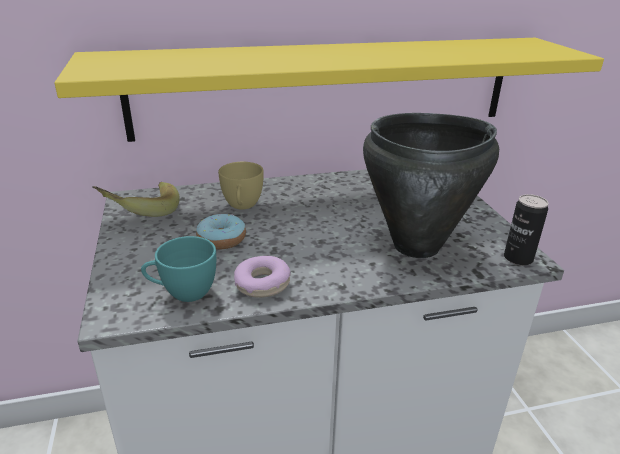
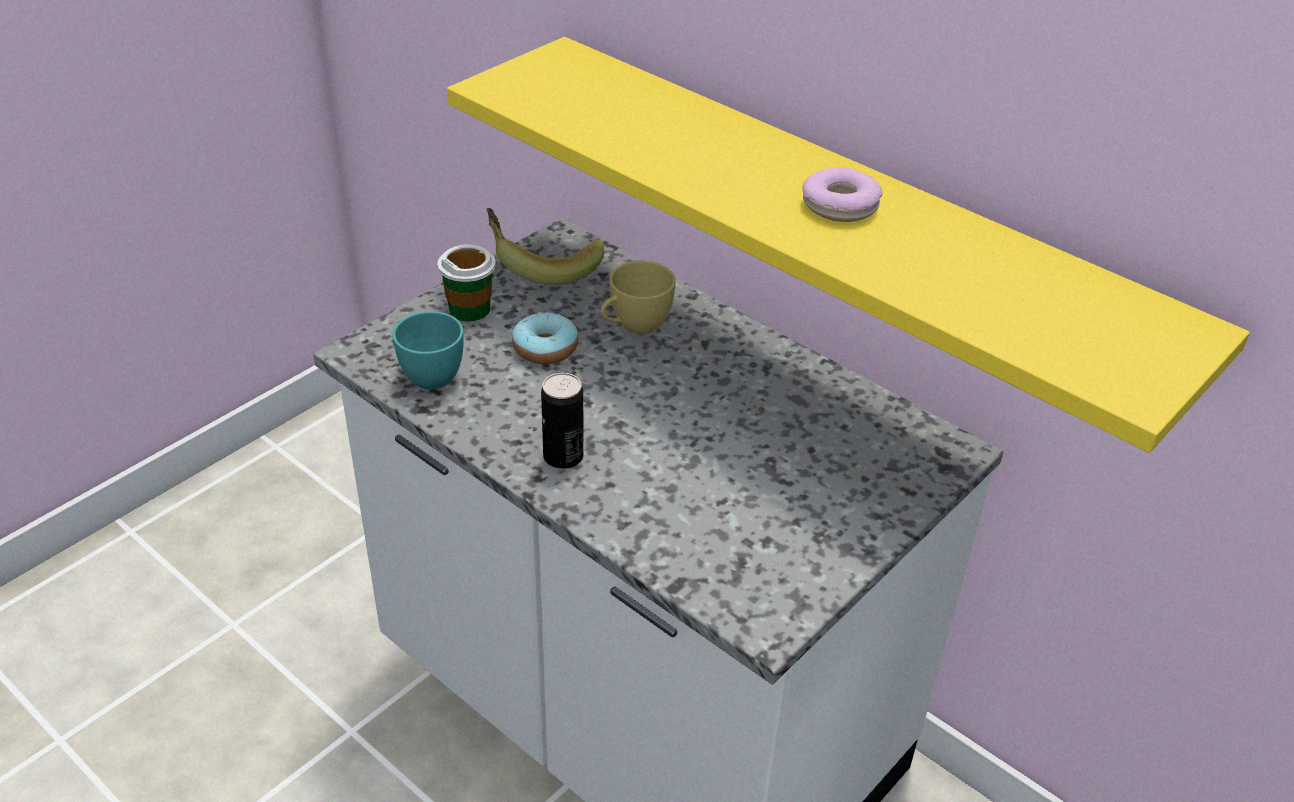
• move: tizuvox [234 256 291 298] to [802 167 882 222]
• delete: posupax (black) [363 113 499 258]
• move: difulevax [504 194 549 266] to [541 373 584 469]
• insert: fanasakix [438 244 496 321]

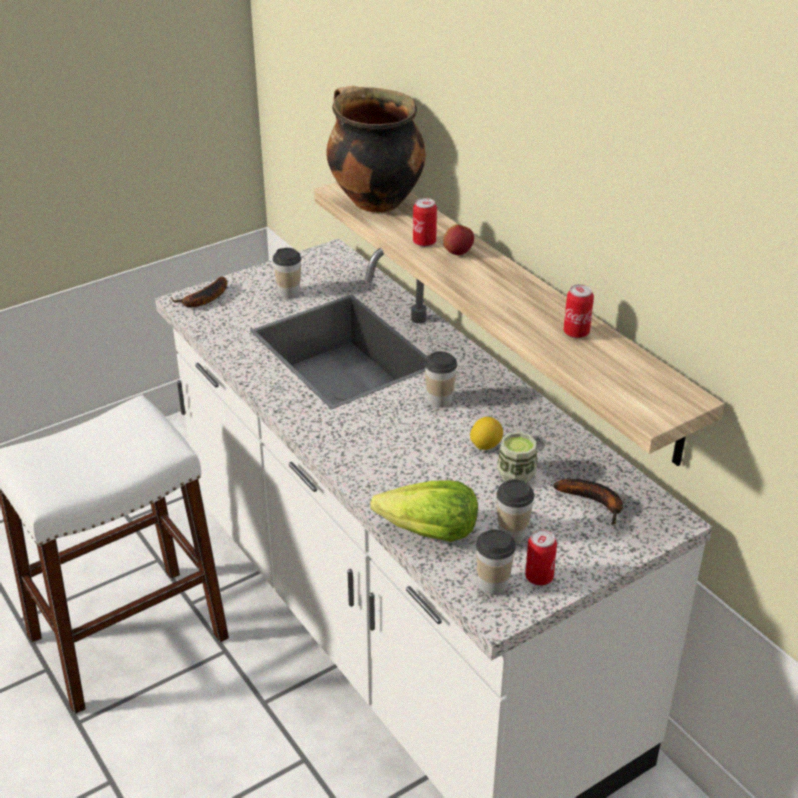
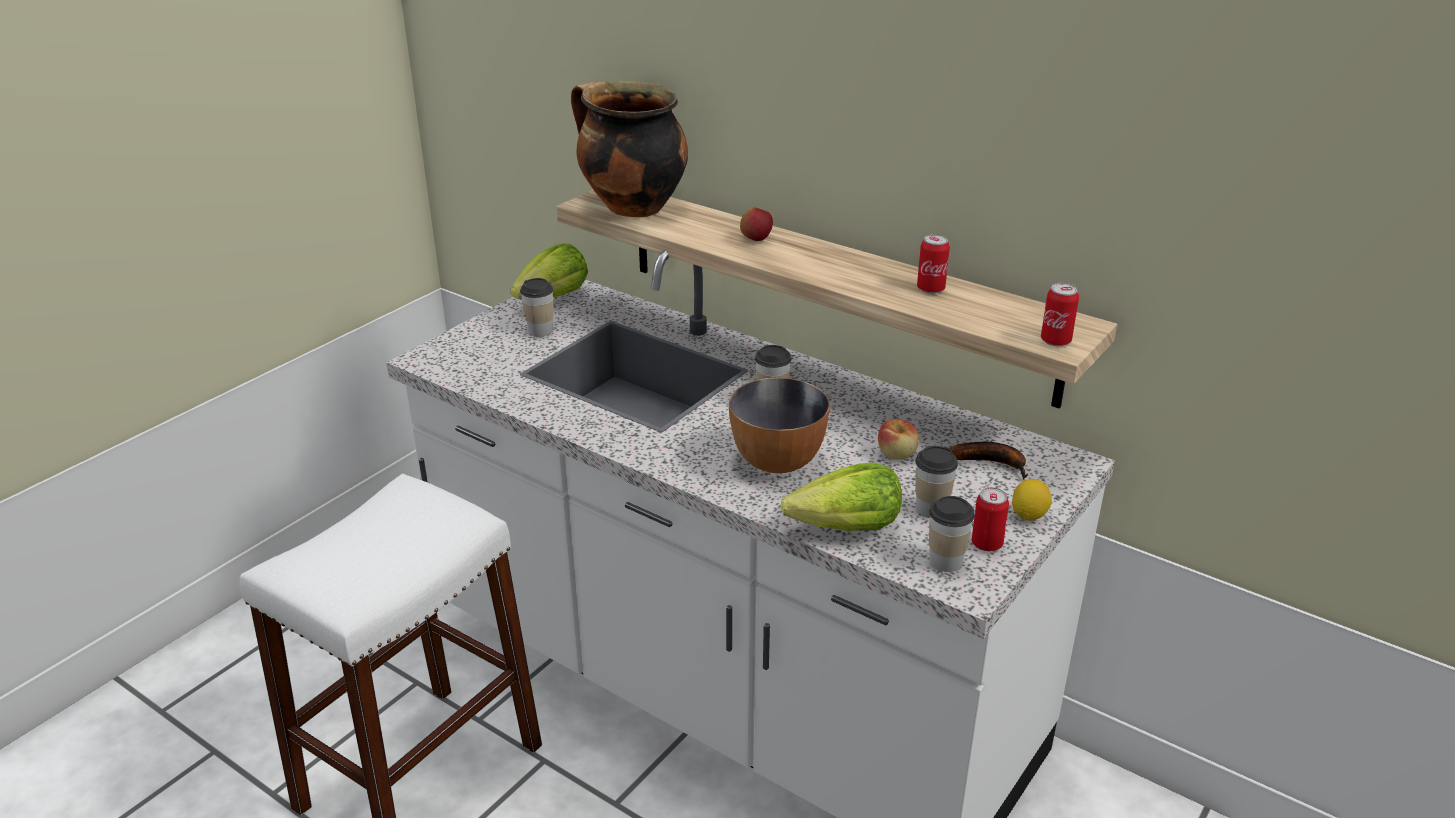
• delete: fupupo [170 277 227 307]
• move: difulevax [413 198 437 247] to [1041 283 1079 346]
• move: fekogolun [470 417 503 450] to [1012 479 1052 521]
• replace: fanasakix [497 432 537 483] to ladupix [878 419 919 460]
• insert: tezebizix [511 244 588 299]
• insert: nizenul [729 377 830 473]

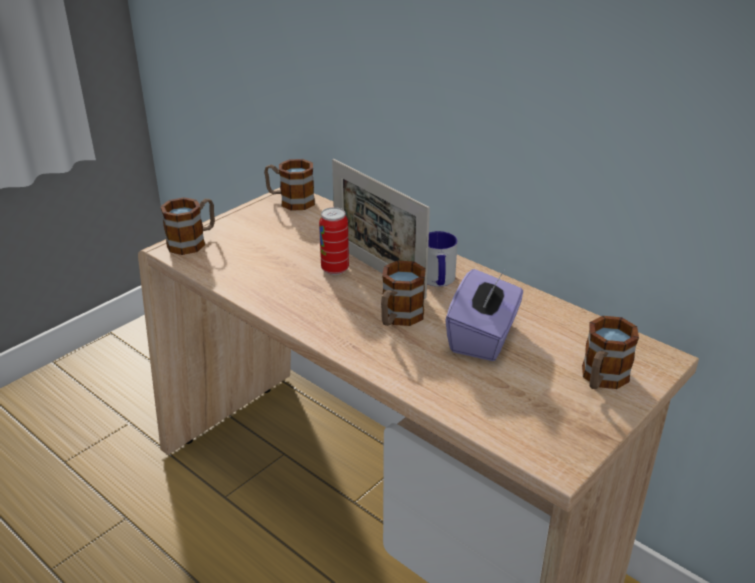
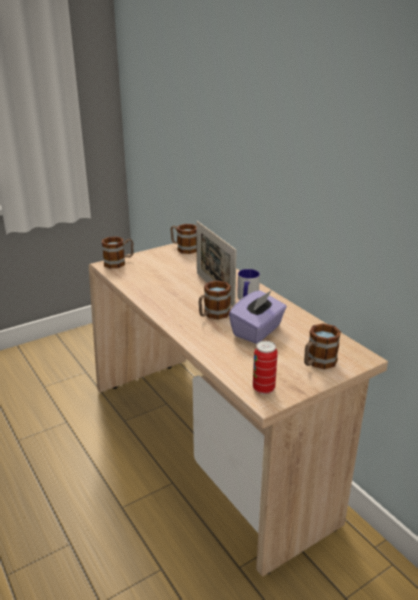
• move: difulevax [319 207 349 275] to [253 341 278 394]

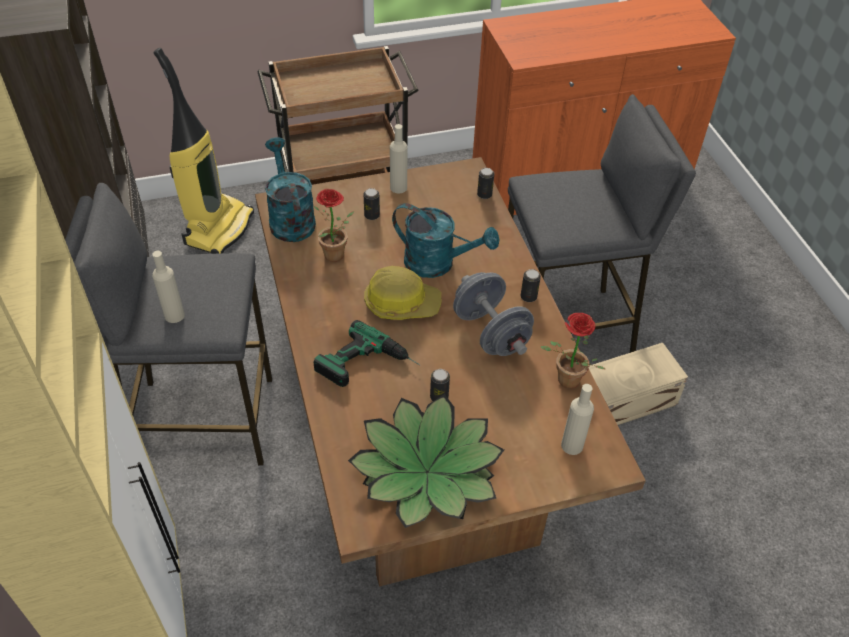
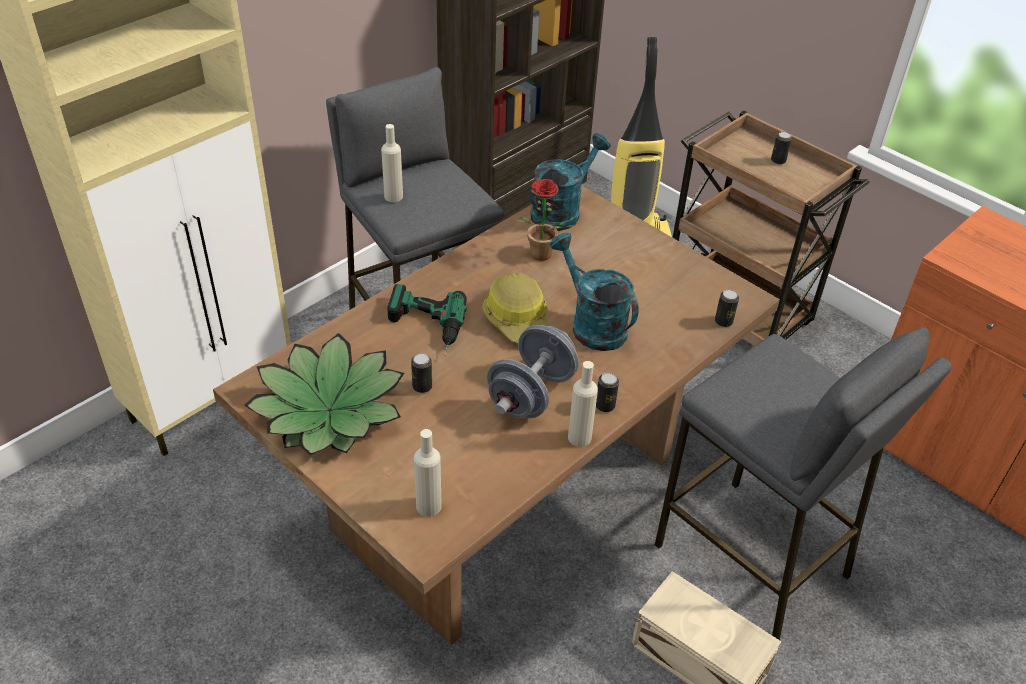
• move: difulevax [364 188 380 220] to [771 132 792 164]
• move: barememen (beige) [390 124 408 193] to [568 361 598 447]
• rotate: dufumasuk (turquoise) [392 203 499 278] = [550 233 639 351] 150 degrees clockwise
• delete: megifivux [540 313 606 389]

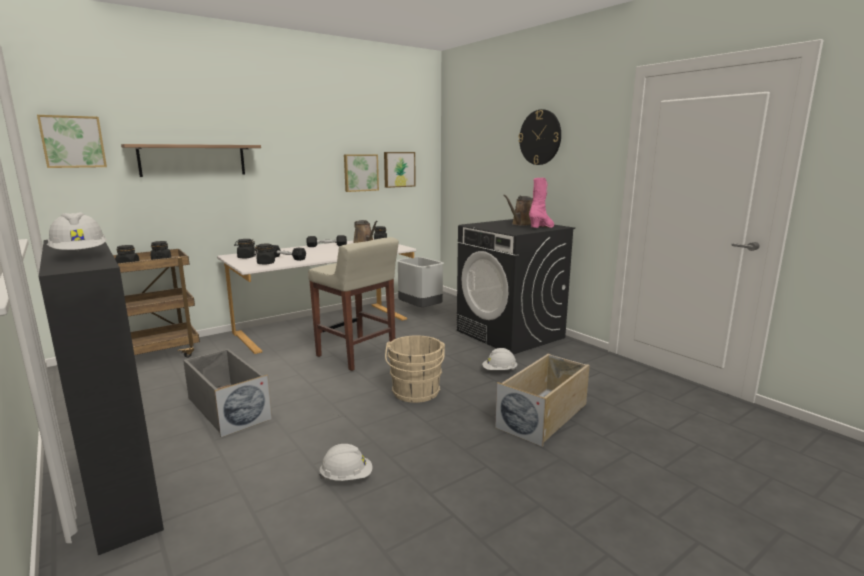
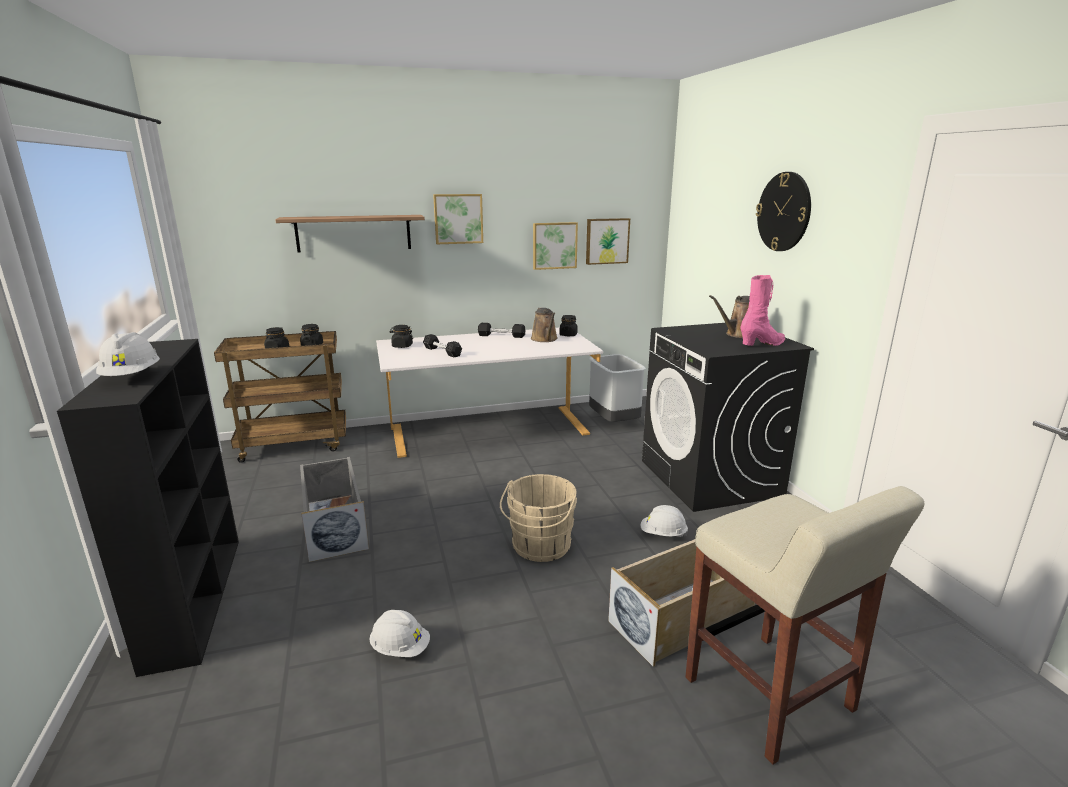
• move: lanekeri [37 115 107 168] to [433 194 483 244]
• delete: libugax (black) [254 244 276 265]
• move: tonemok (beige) [308 237 399 371] to [686 486 924 765]

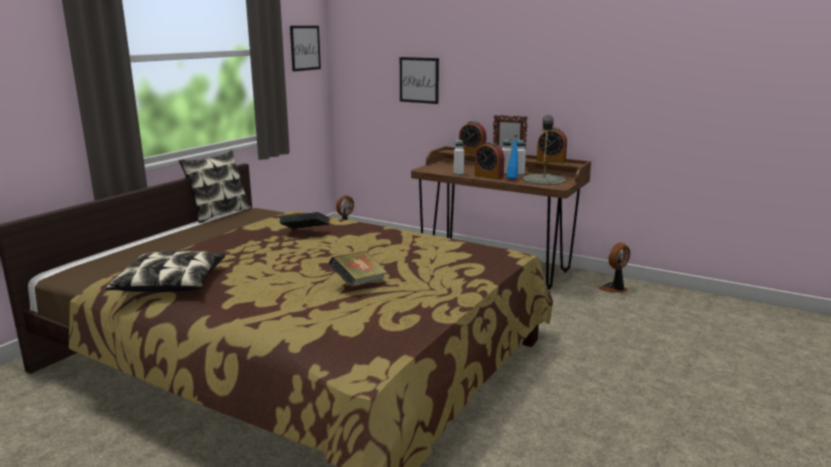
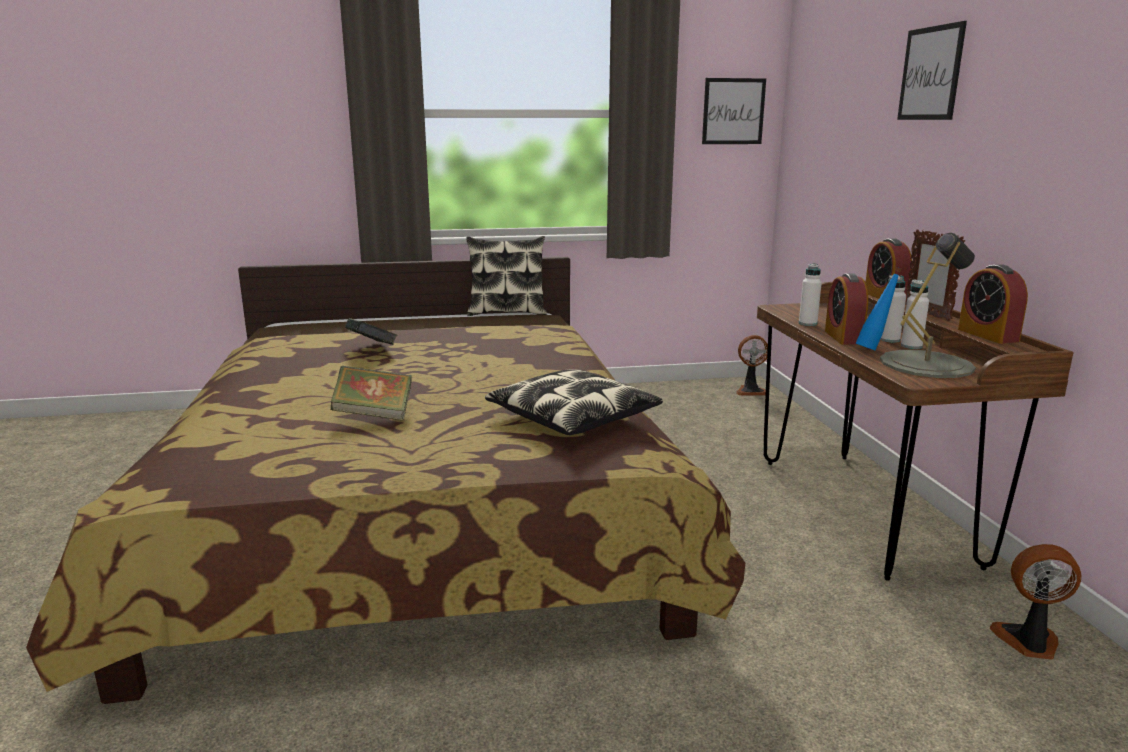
• move: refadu [106 251 225 292] to [485 369 663 435]
• move: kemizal [280 212 329 229] to [345 318 398 345]
• move: lanekeri [400 57 439 104] to [897 21 967 120]

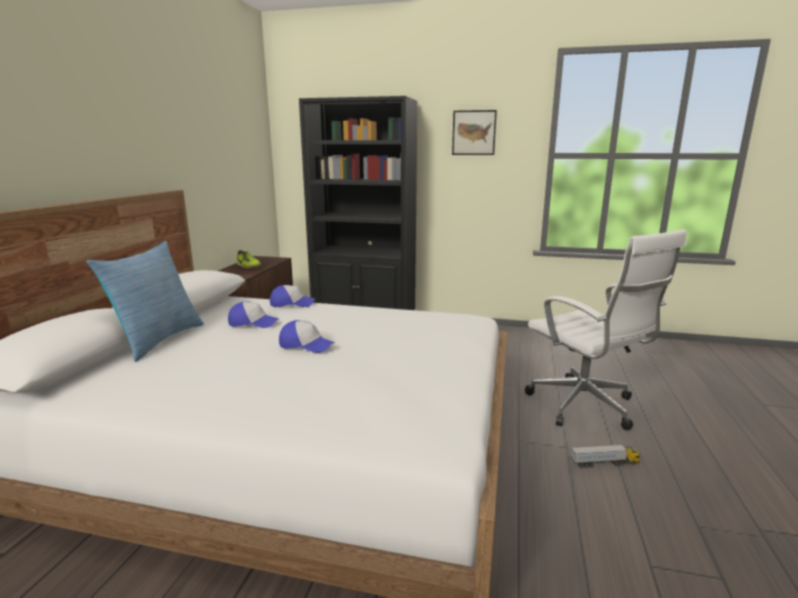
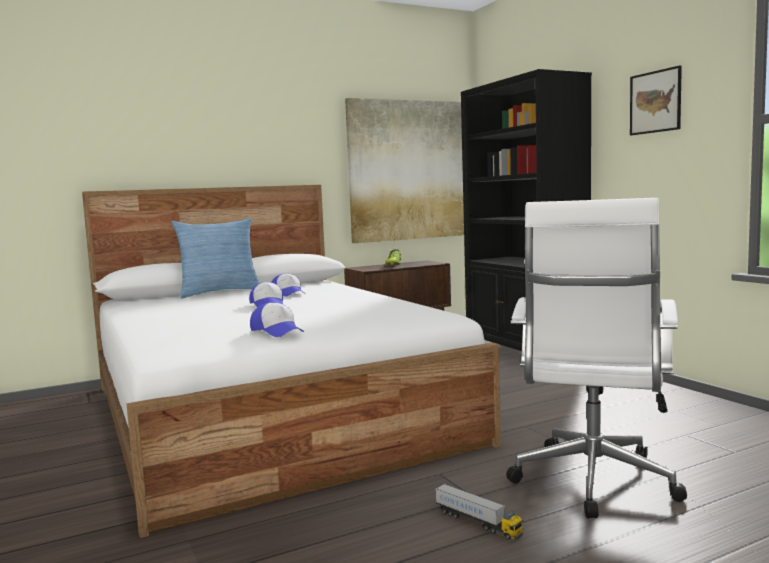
• move: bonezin [270 285 315 307] to [250 303 304 337]
• insert: lanekeri [345 98 464 243]

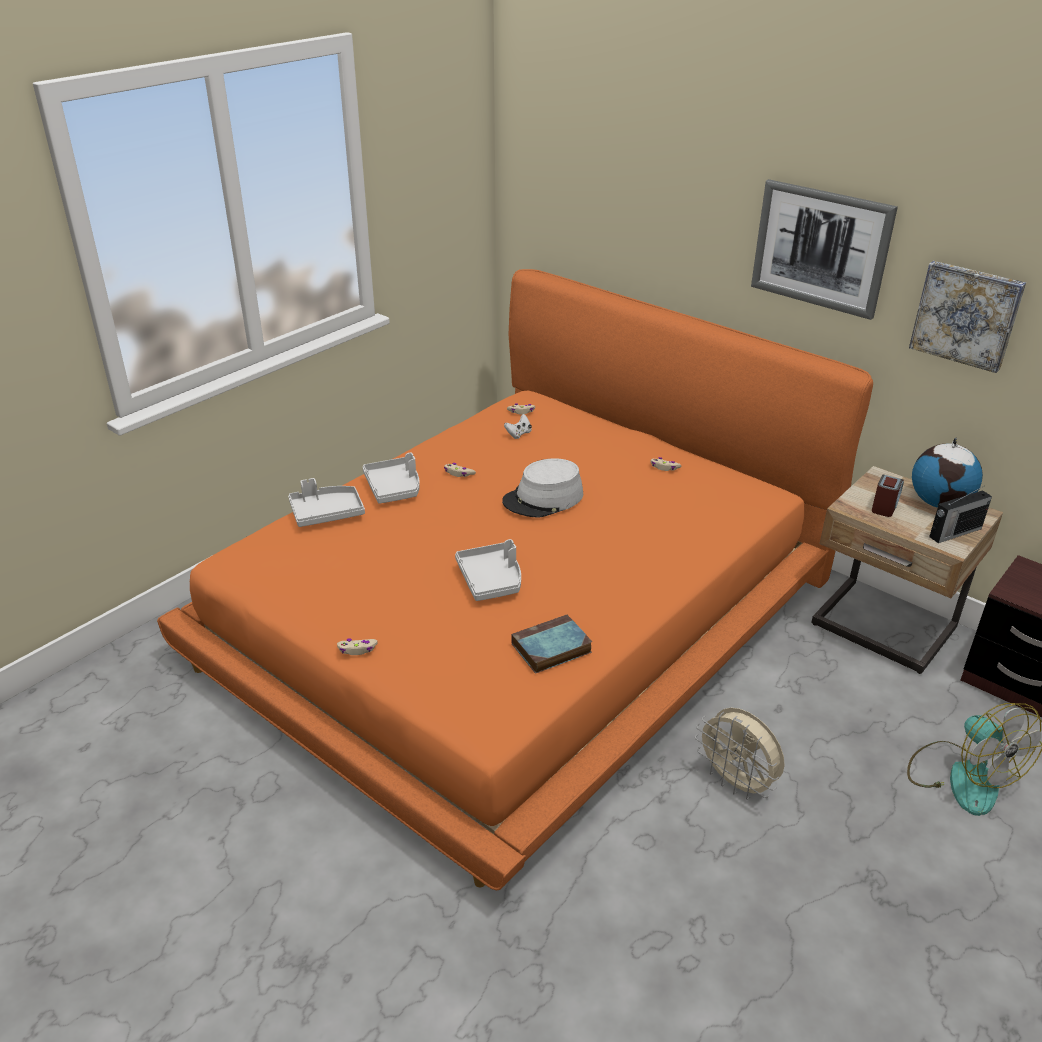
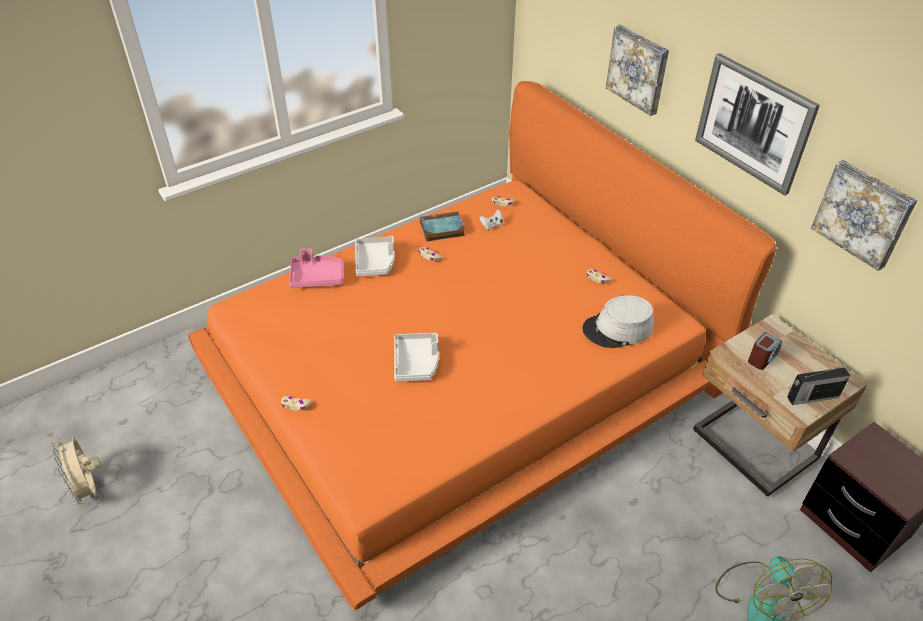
• recolor: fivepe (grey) [288 478 365 527] to fivepe (pink) [289 248 343 288]
• move: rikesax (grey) [502 458 583 517] to [582 295 654 348]
• move: kemizal [511 614 592 674] to [420 212 465 242]
• move: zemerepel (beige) [695 708 785 800] to [52 437 101 507]
• delete: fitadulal [912 438 983 508]
• insert: lanekeri [606 25 669 116]

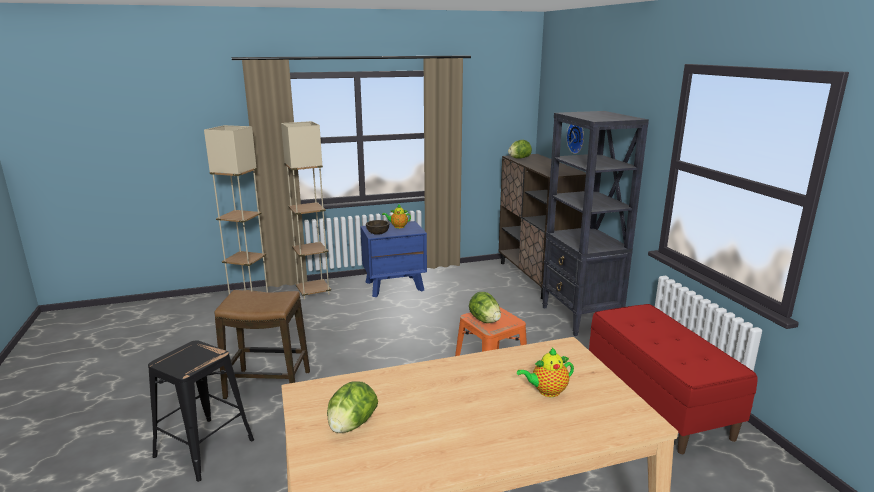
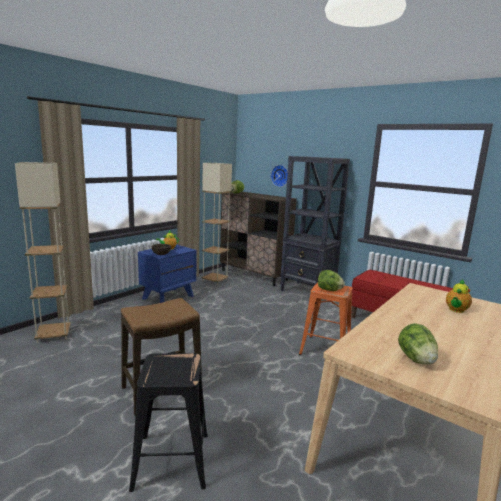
• move: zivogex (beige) [281 121 331 299] to [201 163 232 285]

